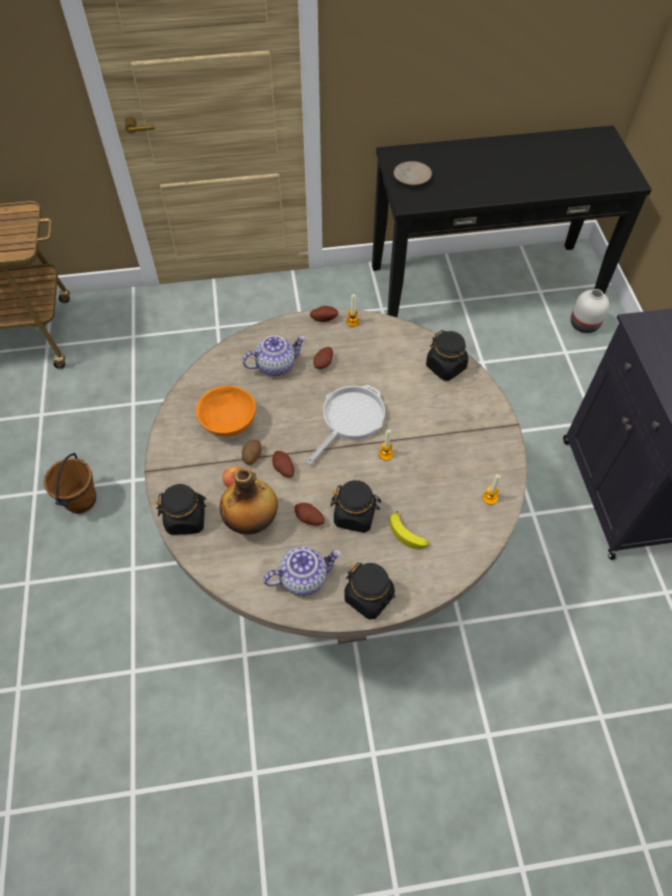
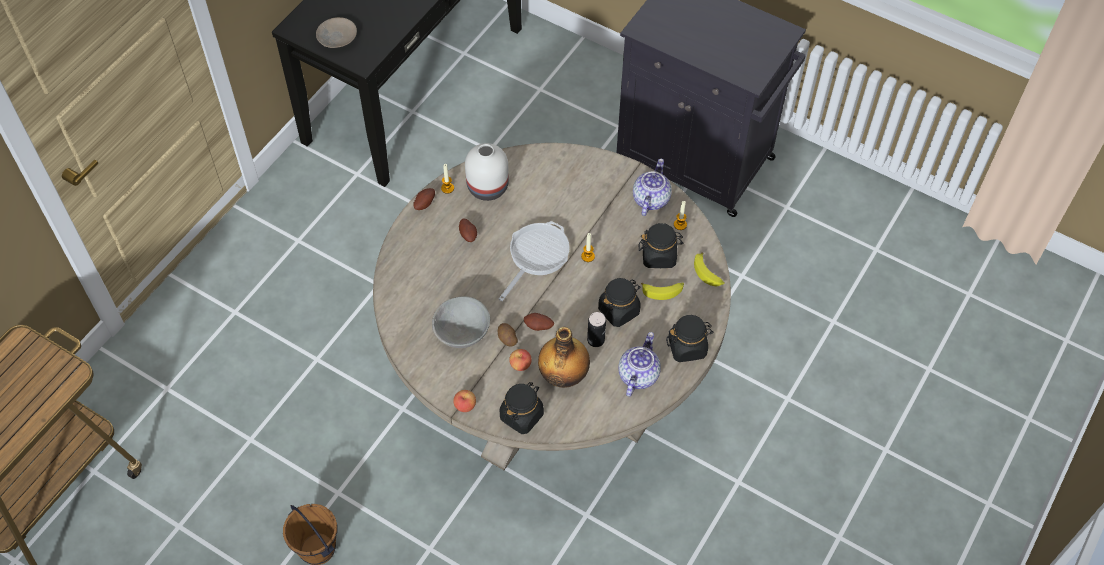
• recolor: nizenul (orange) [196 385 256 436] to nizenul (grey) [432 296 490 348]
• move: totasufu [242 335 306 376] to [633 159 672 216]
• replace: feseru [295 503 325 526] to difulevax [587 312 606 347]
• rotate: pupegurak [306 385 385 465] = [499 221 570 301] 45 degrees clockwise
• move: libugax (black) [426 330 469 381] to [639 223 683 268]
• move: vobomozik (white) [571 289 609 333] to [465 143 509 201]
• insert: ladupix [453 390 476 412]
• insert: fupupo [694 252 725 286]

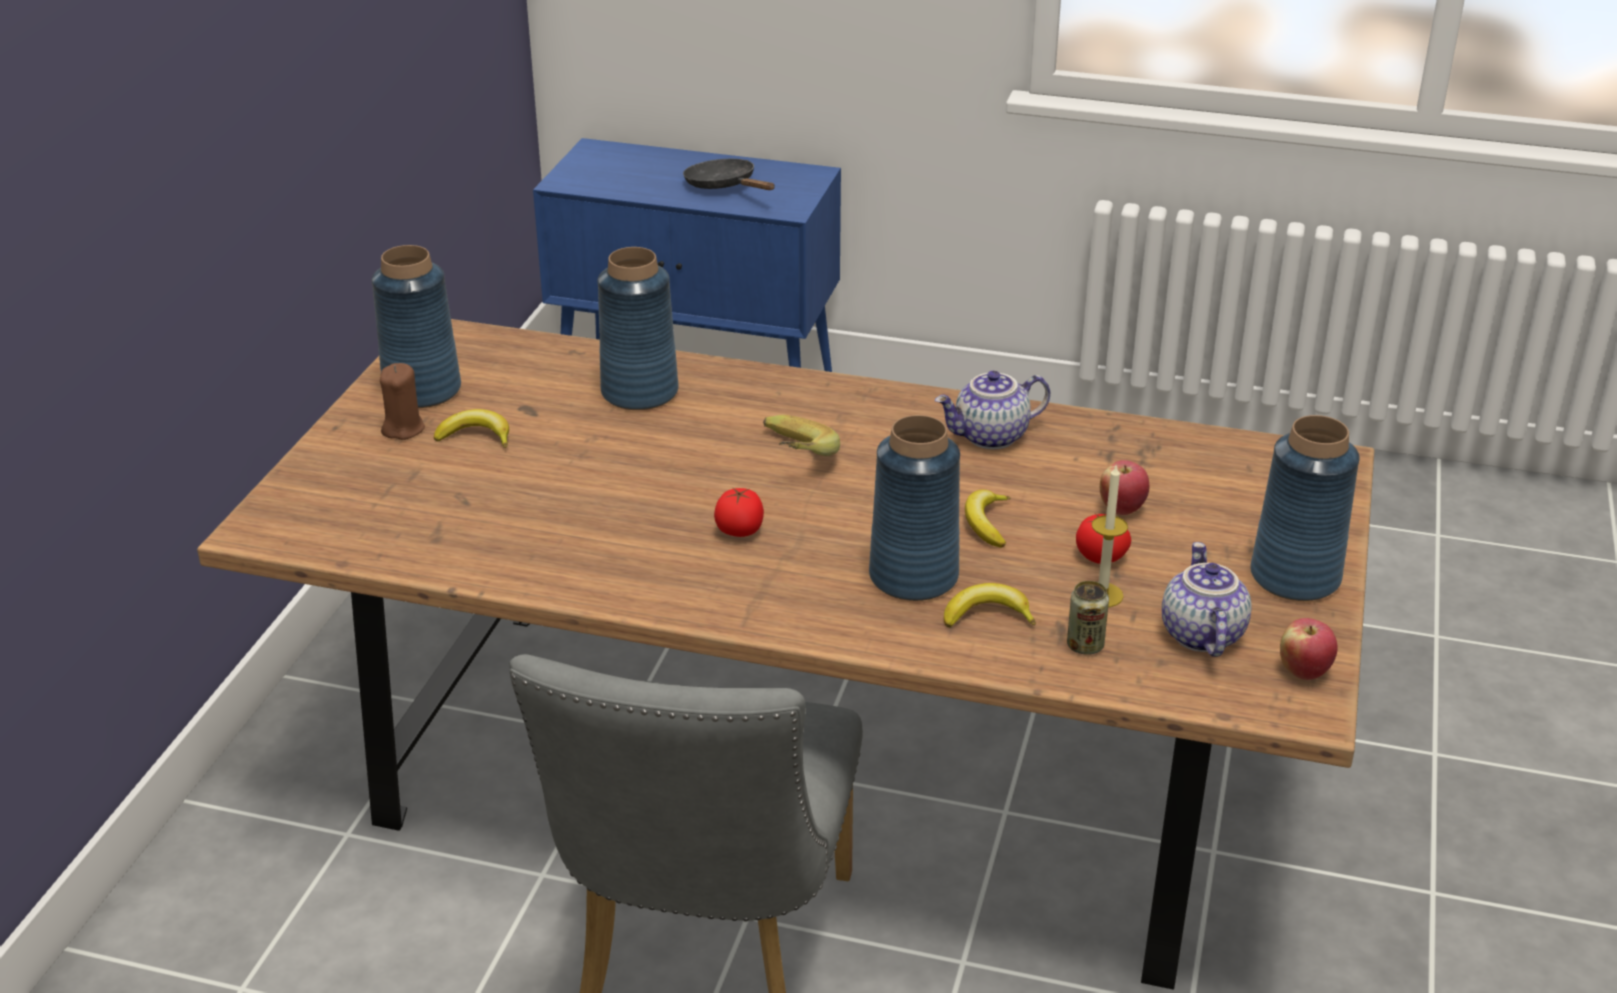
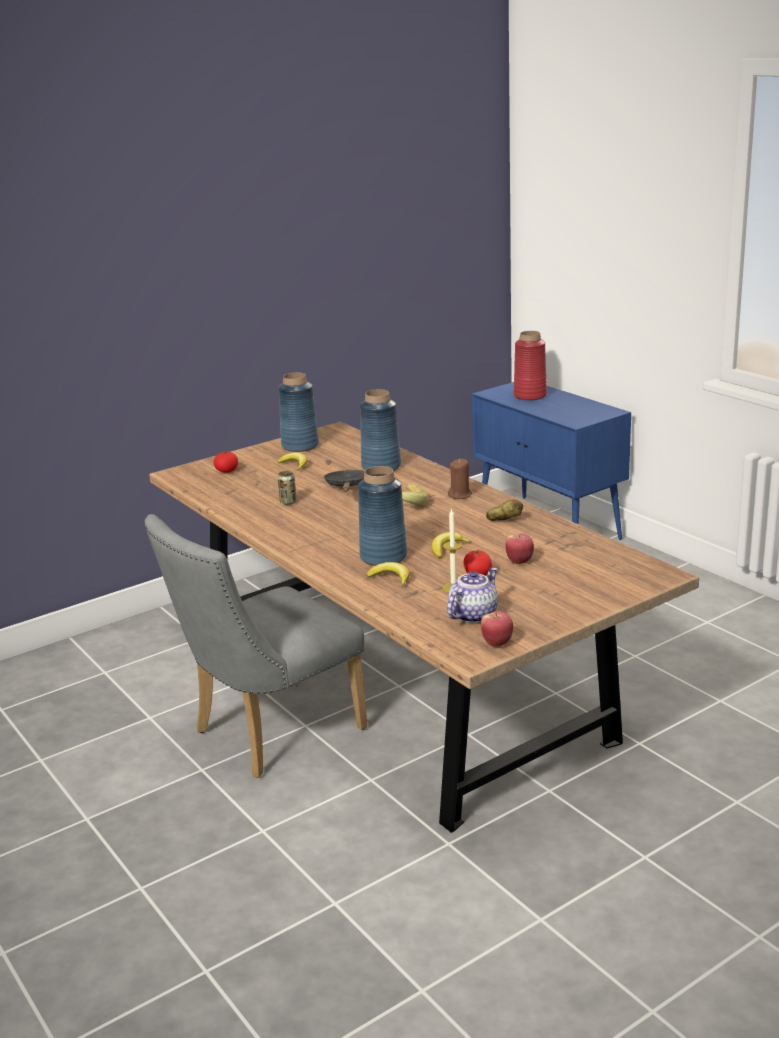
• move: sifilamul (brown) [380 363 425 440] to [448 459 472 499]
• move: pupegurak (black) [683 159 775 190] to [323 470 365 492]
• move: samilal [714 488 764 537] to [214 451 238 473]
• replace: totasufu [935 371 1050 449] to feseru [486 499 523 521]
• move: difulevax [1067 581 1109 655] to [278 471 297 505]
• delete: vobomozik (blue) [1250 415 1360 601]
• insert: vobomozik (red) [514 331 547 401]

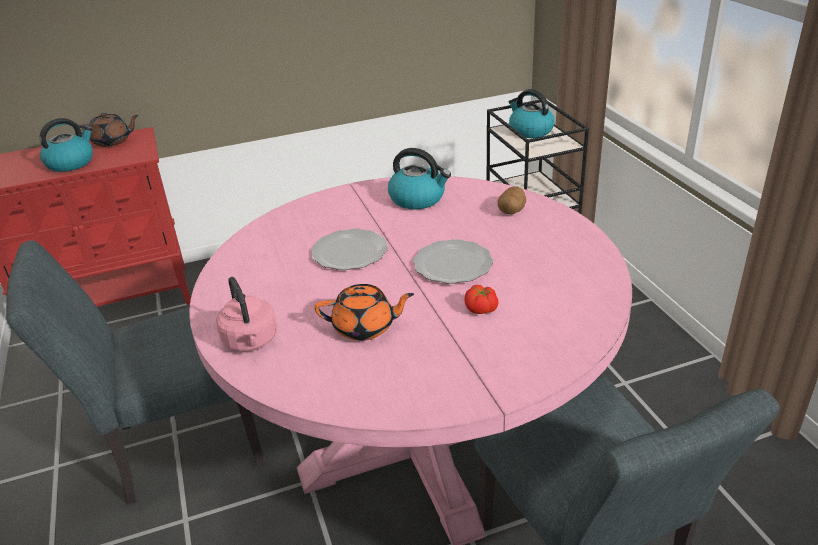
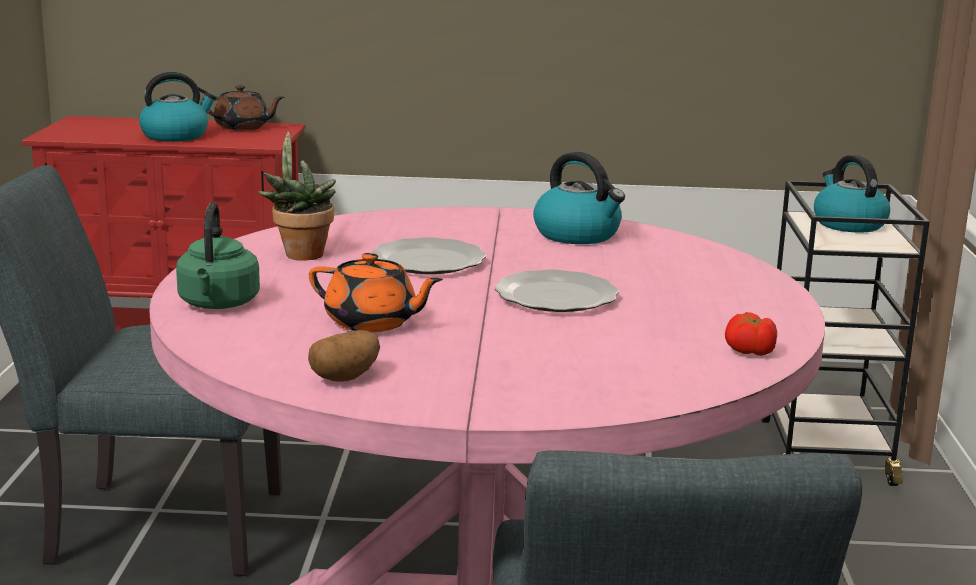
• recolor: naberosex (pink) [216 277 277 352] to naberosex (green) [176 202 260 309]
• move: samilal [464 285 499 314] to [725 312 777 356]
• move: feseru [497 186 526 214] to [308 330 380 382]
• insert: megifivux [258 131 336 260]

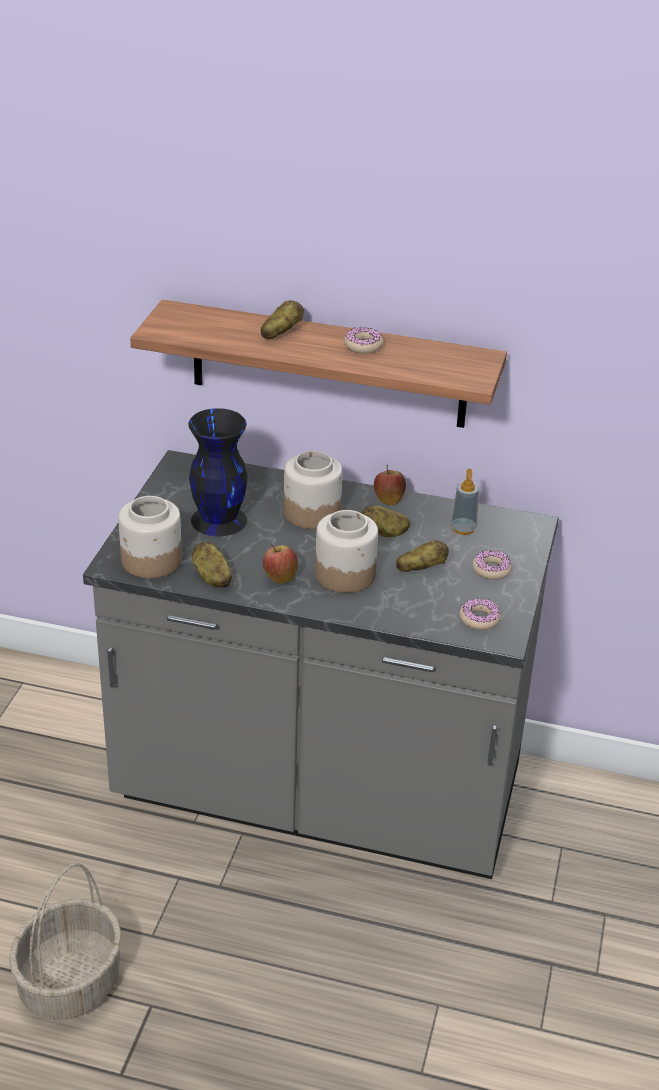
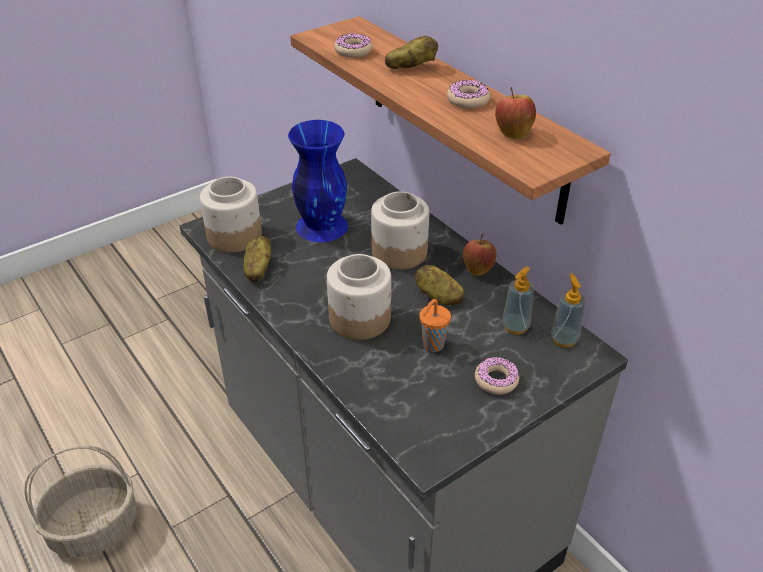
• recolor: vobomozik (black) [188 408 248 536] to vobomozik (blue) [288 120 348 242]
• move: ladupix [263 543 298 583] to [495 87 536 139]
• replace: feseru [396 540 449 572] to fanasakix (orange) [419 299 451 352]
• move: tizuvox [459 599 501 630] to [334 33 373 58]
• insert: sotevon [551 273 585 347]

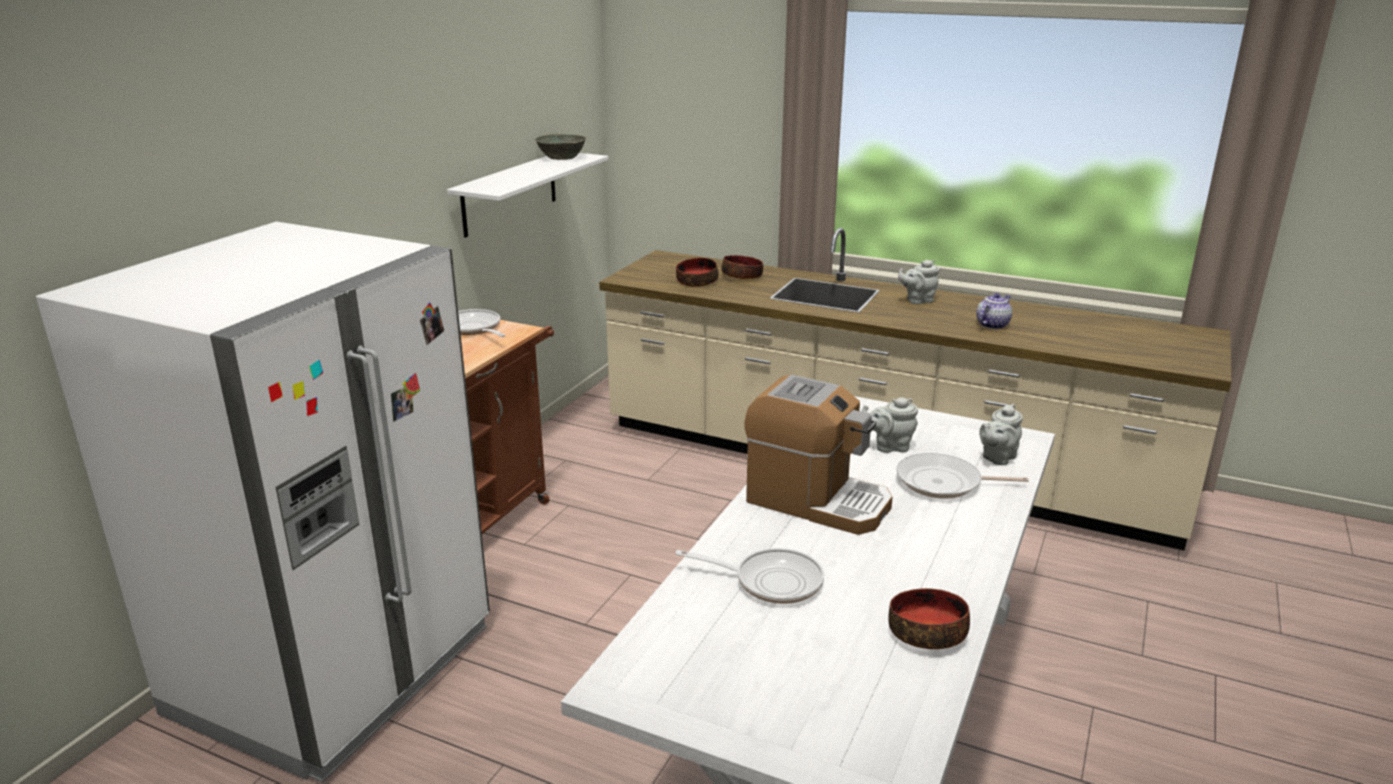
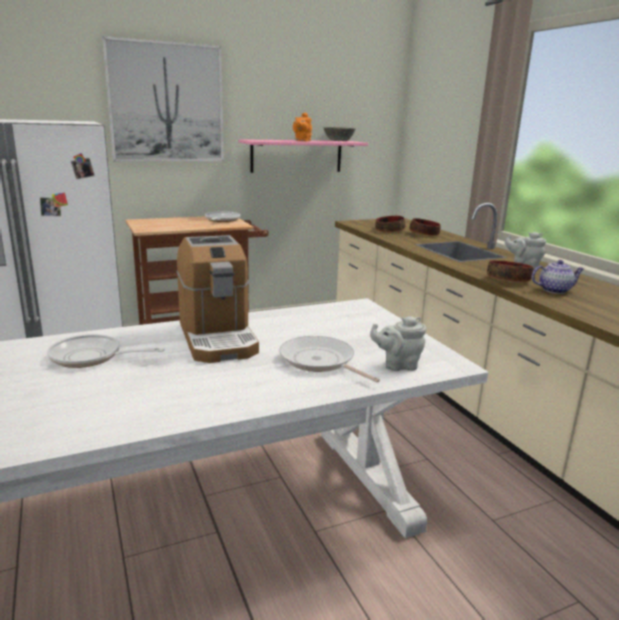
• recolor: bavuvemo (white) [447 153 608 238] to bavuvemo (pink) [239 139 368 173]
• rotate: pupegurak [675 548 824 604] = [47 334 165 368] 135 degrees clockwise
• delete: totasufu (grey) [861 397 918 453]
• move: nizenul [888 588 970 649] to [487 260 534 282]
• insert: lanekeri [102 36 224 162]
• insert: totasufu (orange) [293 113 312 141]

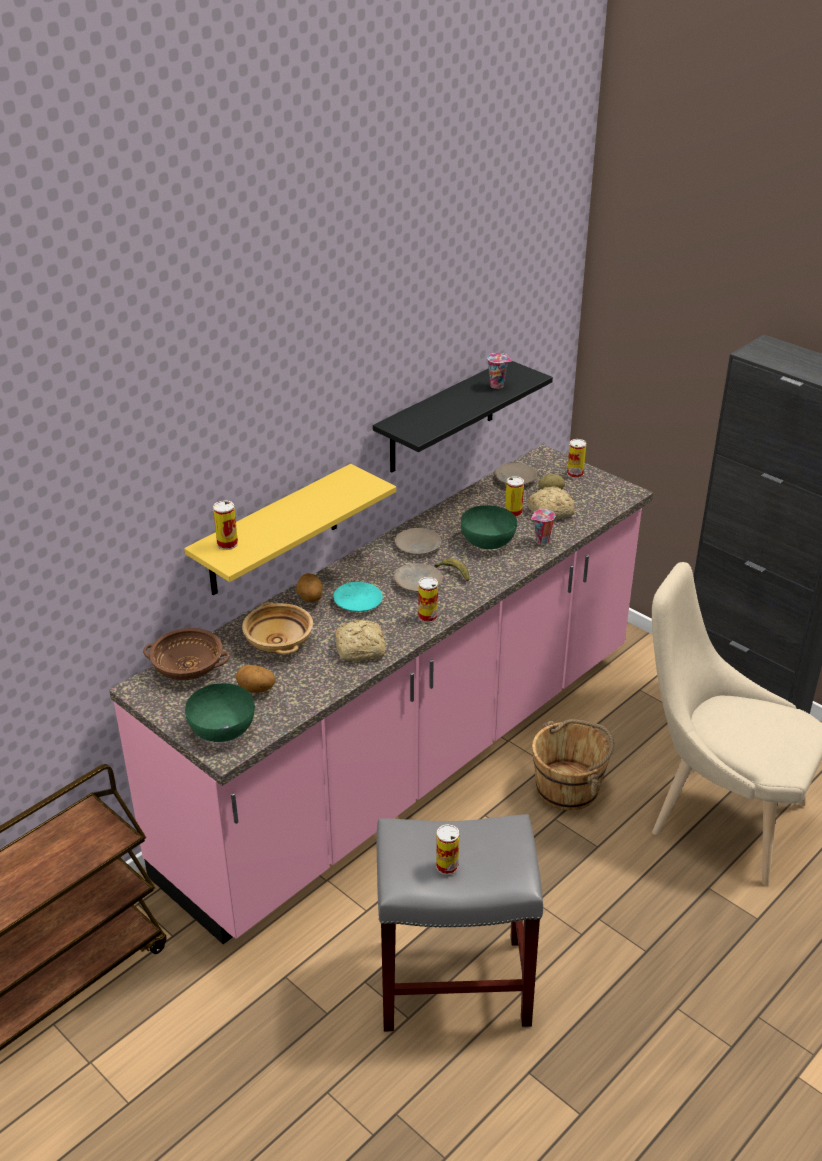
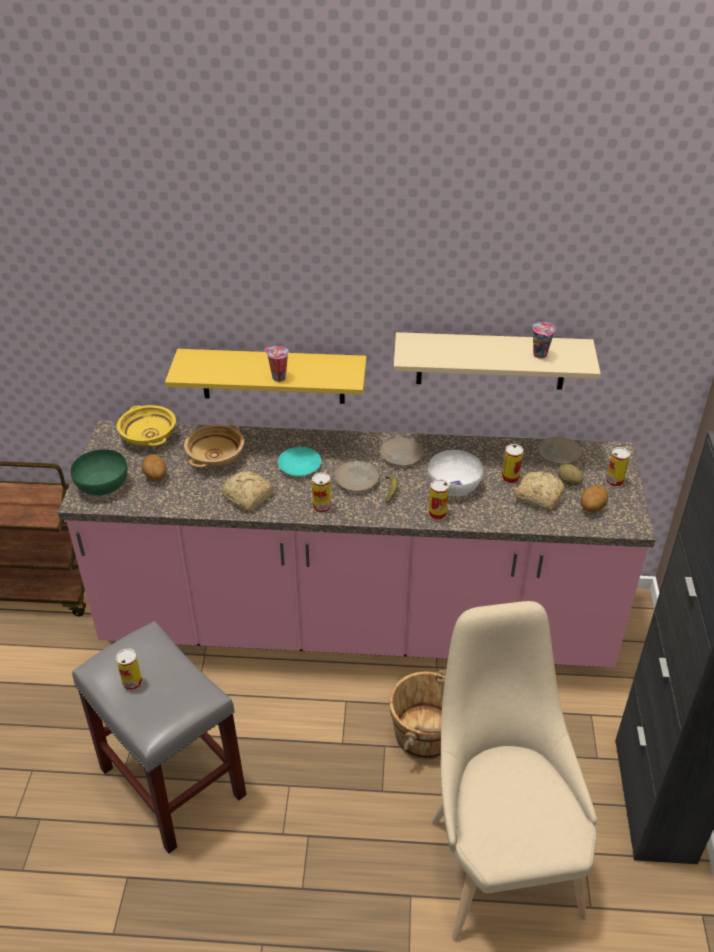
• recolor: nizenul (brown) [143 628 230 680] to nizenul (yellow) [117 405 176 446]
• move: difulevax [213 500 238 550] to [428 479 449 521]
• move: feseru [296 573 323 602] to [581 485 608 513]
• recolor: bavuvemo (black) [373 361 553 473] to bavuvemo (beige) [393 332 601 390]
• recolor: nizenul (green) [461 505 517 549] to nizenul (white) [428 450 483 496]
• move: fanasakix [531 509 555 545] to [264 346 289 382]

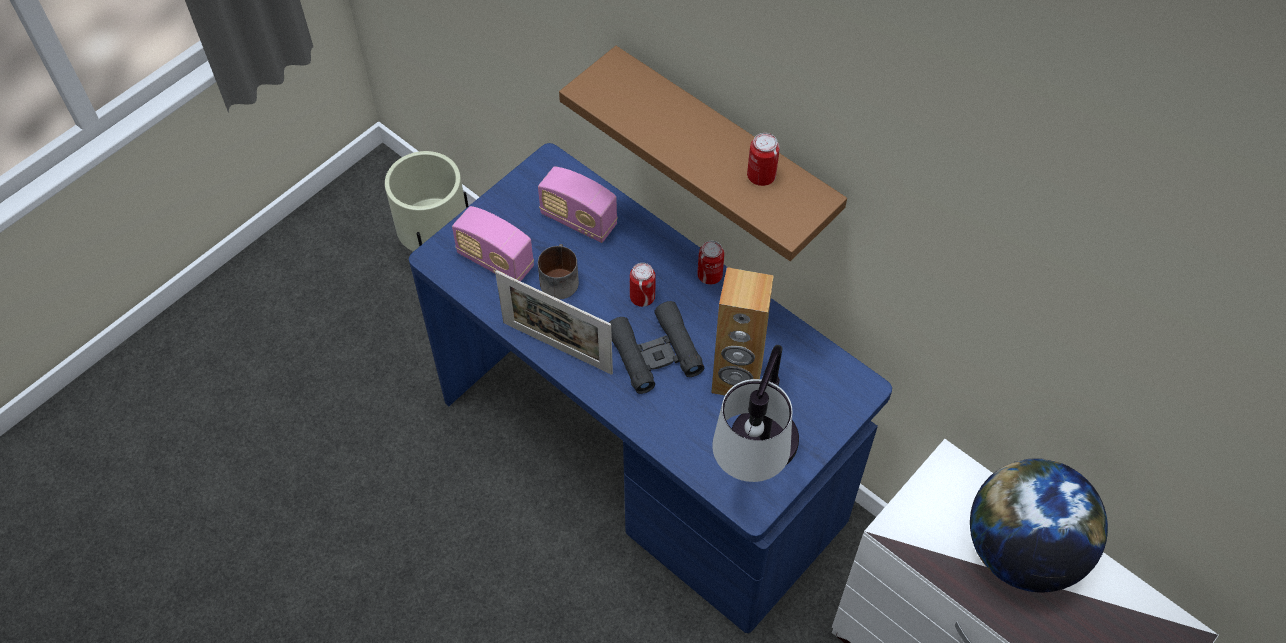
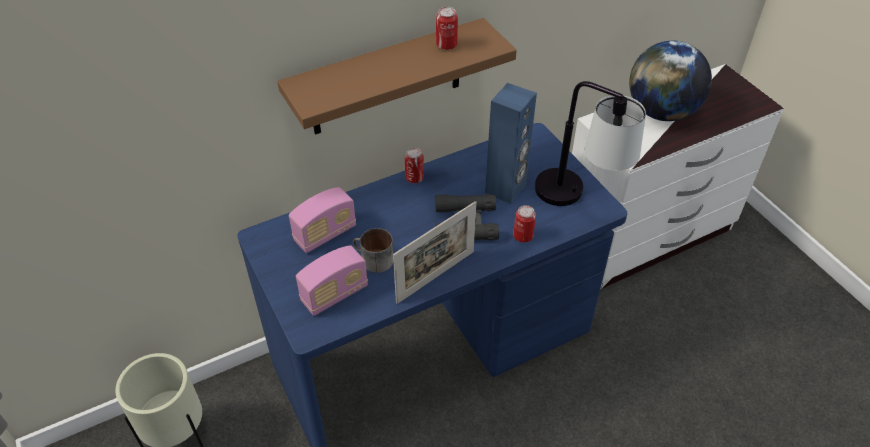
• move: difulevax [630 263 655 307] to [513 205 536 242]
• recolor: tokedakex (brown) [711 267 774 395] to tokedakex (blue) [485 83 537 204]

